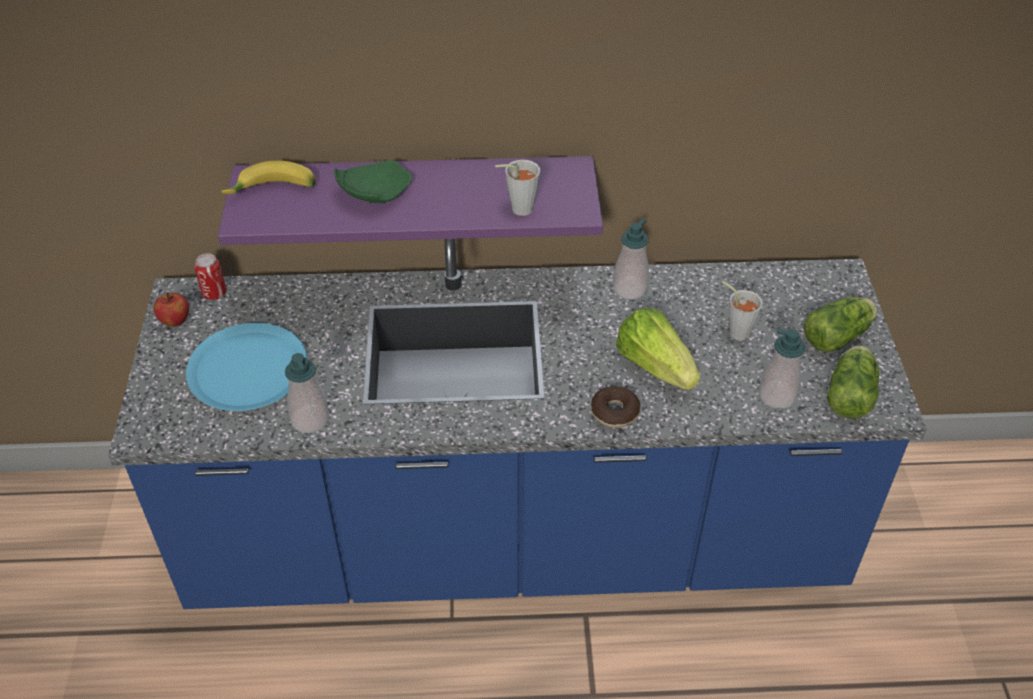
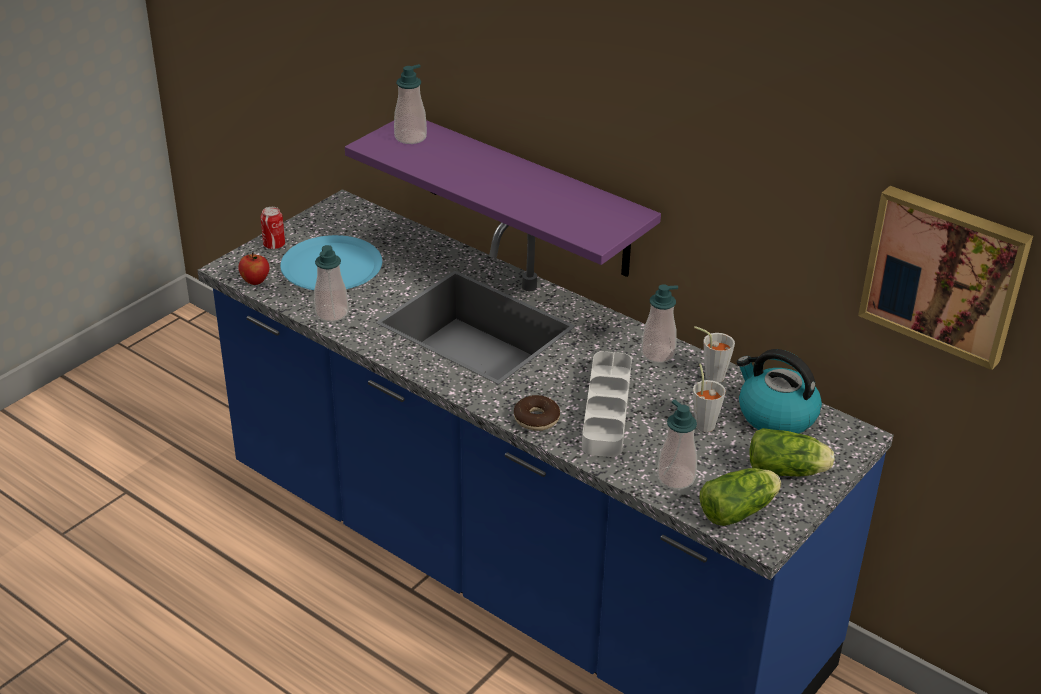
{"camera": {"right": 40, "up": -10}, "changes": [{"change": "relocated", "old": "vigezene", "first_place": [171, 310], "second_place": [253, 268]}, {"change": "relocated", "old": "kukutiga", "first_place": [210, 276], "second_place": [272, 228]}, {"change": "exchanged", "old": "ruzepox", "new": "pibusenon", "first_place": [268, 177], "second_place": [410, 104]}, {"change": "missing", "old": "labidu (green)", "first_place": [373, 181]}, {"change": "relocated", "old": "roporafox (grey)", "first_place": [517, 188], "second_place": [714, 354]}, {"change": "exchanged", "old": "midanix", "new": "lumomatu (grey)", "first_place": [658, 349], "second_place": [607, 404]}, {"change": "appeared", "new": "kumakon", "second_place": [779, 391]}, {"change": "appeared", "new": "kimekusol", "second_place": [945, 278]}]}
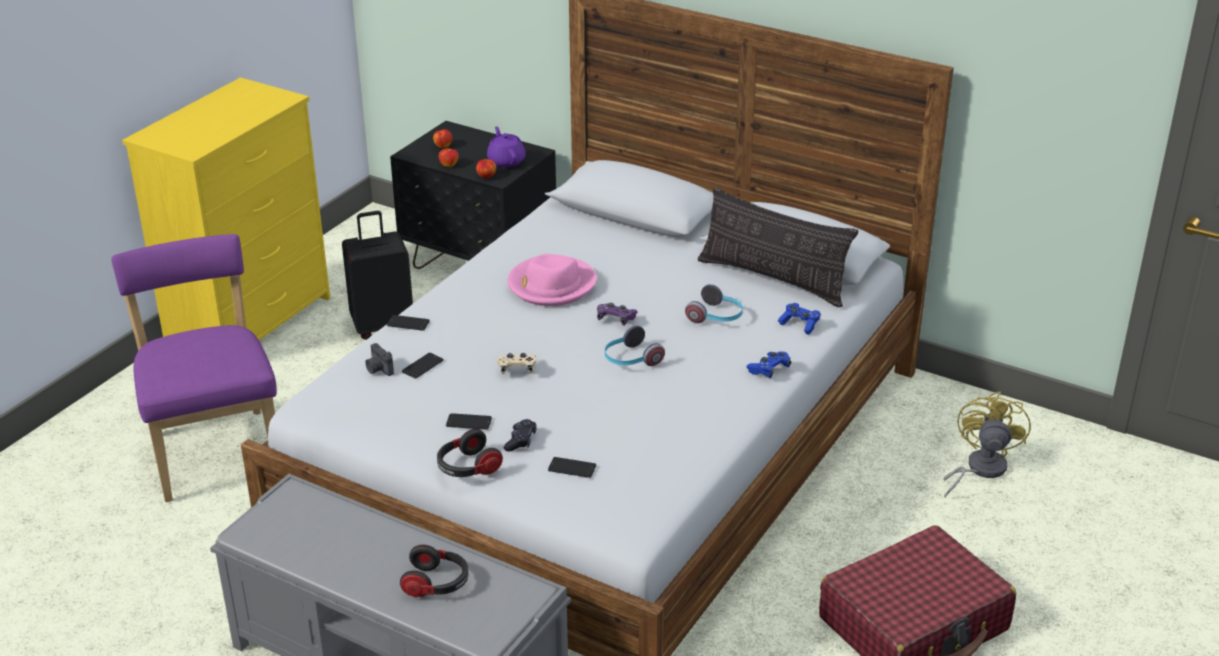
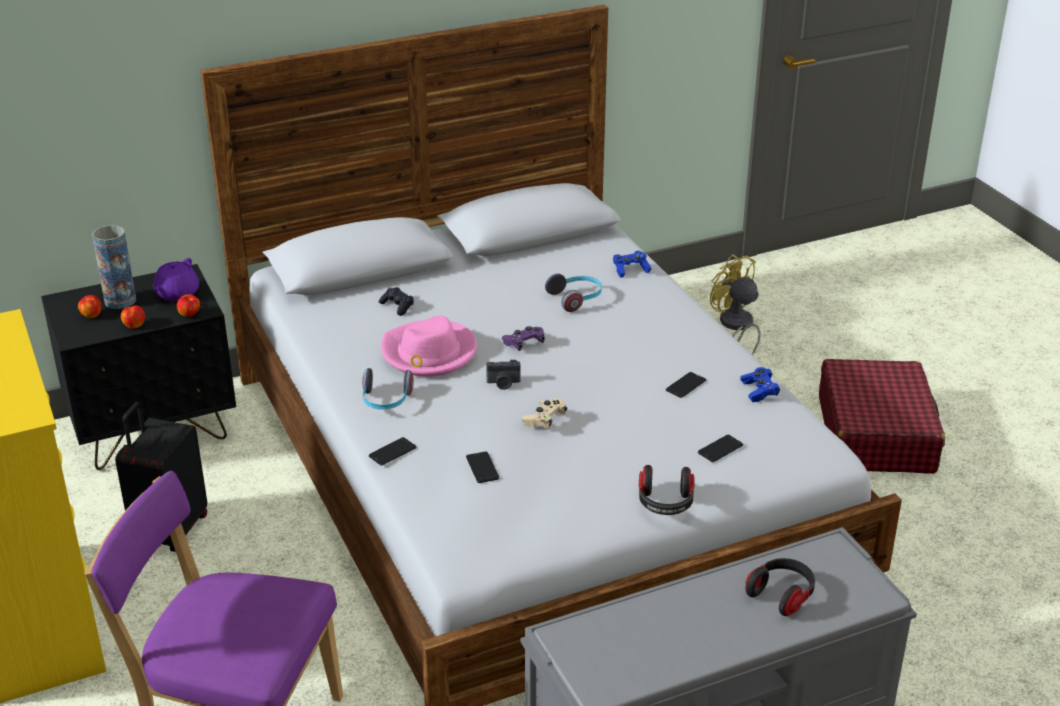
{"camera": {"right": -55, "up": 0}, "changes": [{"change": "relocated", "old": "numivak", "first_place": [379, 359], "second_place": [503, 375]}, {"change": "relocated", "old": "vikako", "first_place": [469, 421], "second_place": [686, 385]}, {"change": "spun", "old": "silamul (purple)", "first_place": [506, 146], "second_place": [176, 279], "degrees": -90}, {"change": "relocated", "old": "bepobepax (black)", "first_place": [520, 435], "second_place": [396, 301]}, {"change": "relocated", "old": "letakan", "first_place": [635, 345], "second_place": [388, 389]}, {"change": "missing", "old": "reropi", "first_place": [778, 247]}, {"change": "relocated", "old": "bepobepax (blue)", "first_place": [769, 365], "second_place": [760, 384]}, {"change": "appeared", "new": "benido", "second_place": [114, 267]}]}
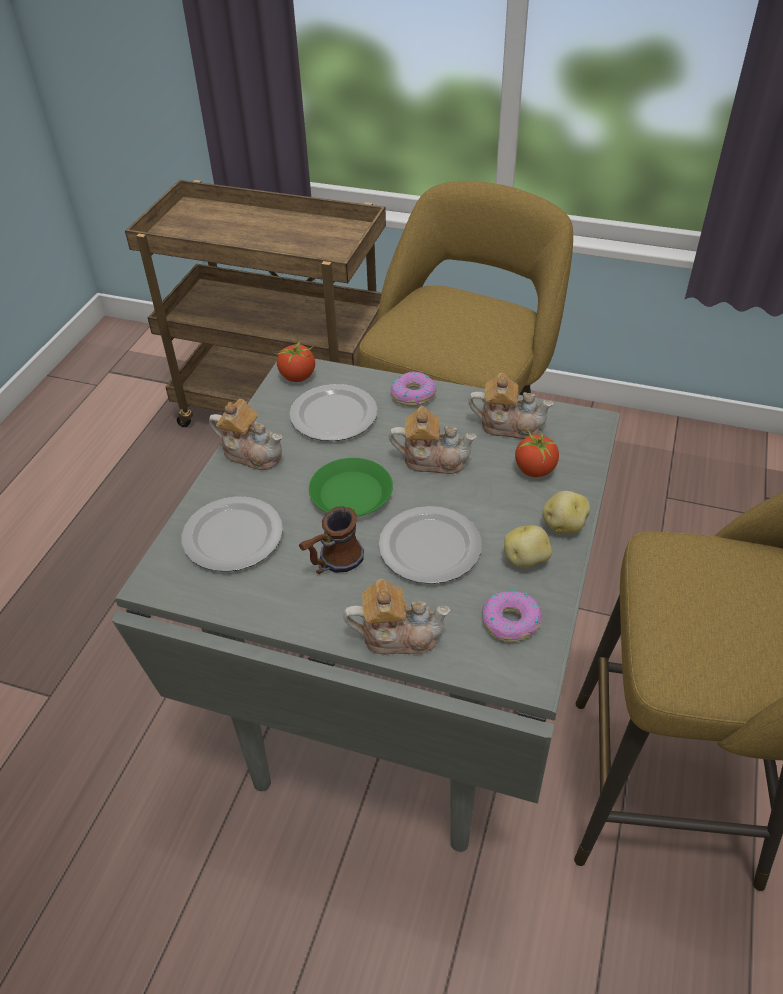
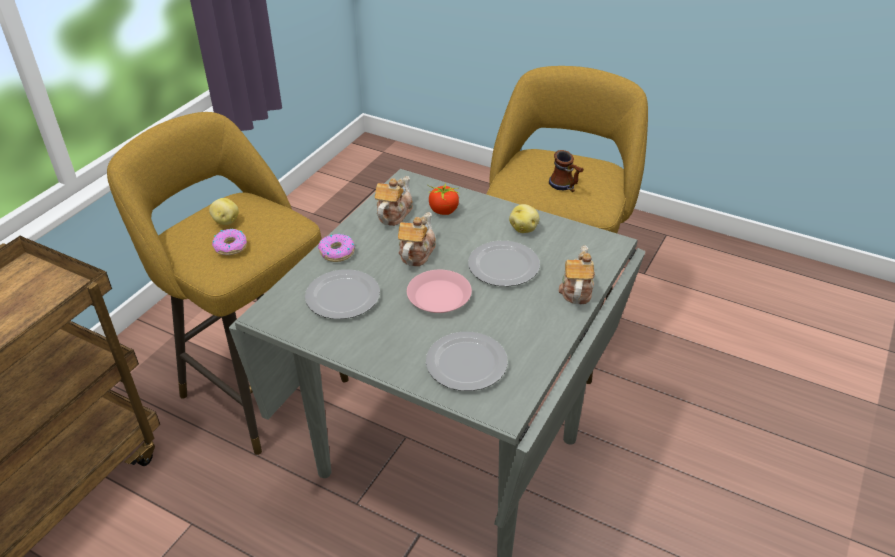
{"camera": {"right": -80, "up": -5}, "changes": [{"change": "missing", "old": "silamul", "first_place": [245, 434]}, {"change": "missing", "old": "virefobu", "first_place": [296, 361]}, {"change": "relocated", "old": "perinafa", "first_place": [331, 540], "second_place": [566, 171]}, {"change": "colour", "old": "labidu (green)", "new": "labidu (pink)", "first_place": [351, 487], "second_place": [439, 291]}, {"change": "relocated", "old": "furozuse", "first_place": [512, 616], "second_place": [229, 242]}, {"change": "relocated", "old": "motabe", "first_place": [566, 512], "second_place": [224, 211]}]}
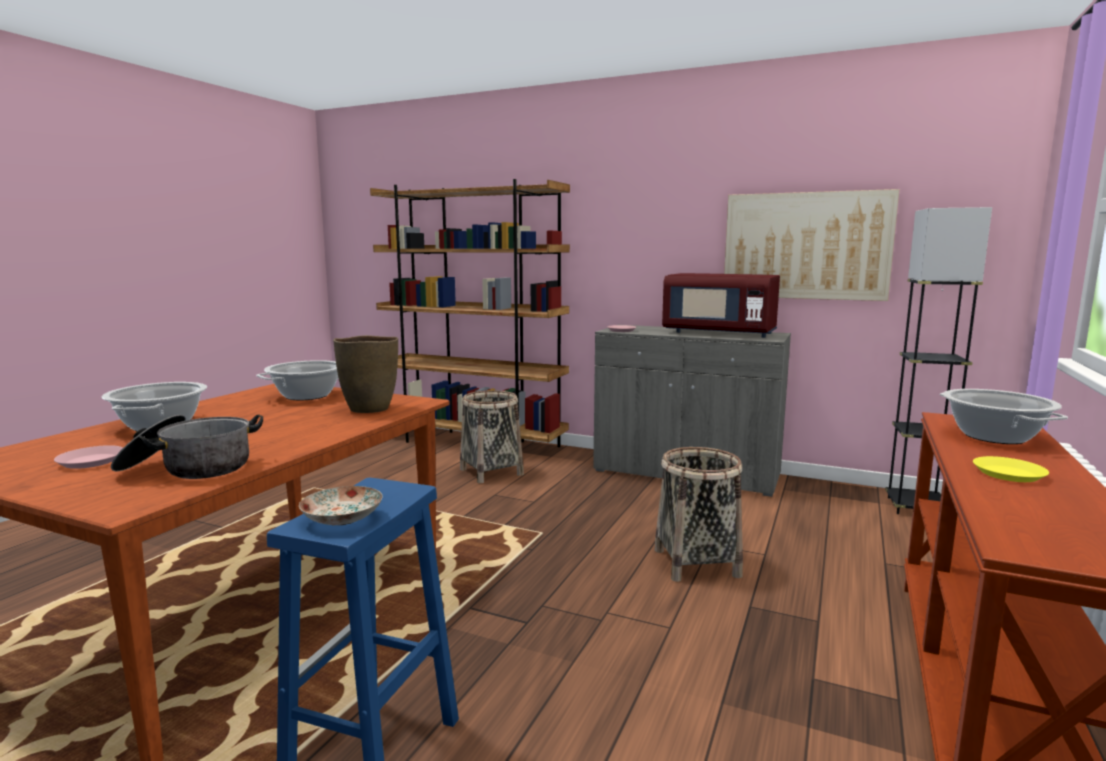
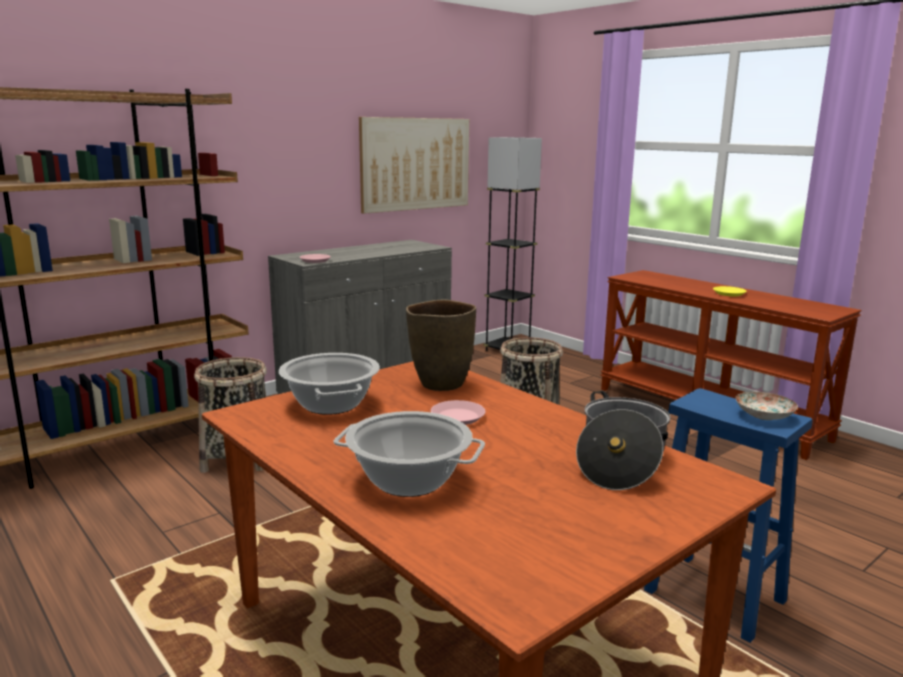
{"camera": {"right": -65, "up": 5}, "changes": [{"change": "relocated", "old": "labidu (pink)", "first_place": [88, 457], "second_place": [458, 412]}, {"change": "missing", "old": "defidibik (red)", "first_place": [721, 305]}, {"change": "missing", "old": "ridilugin", "first_place": [1004, 416]}]}
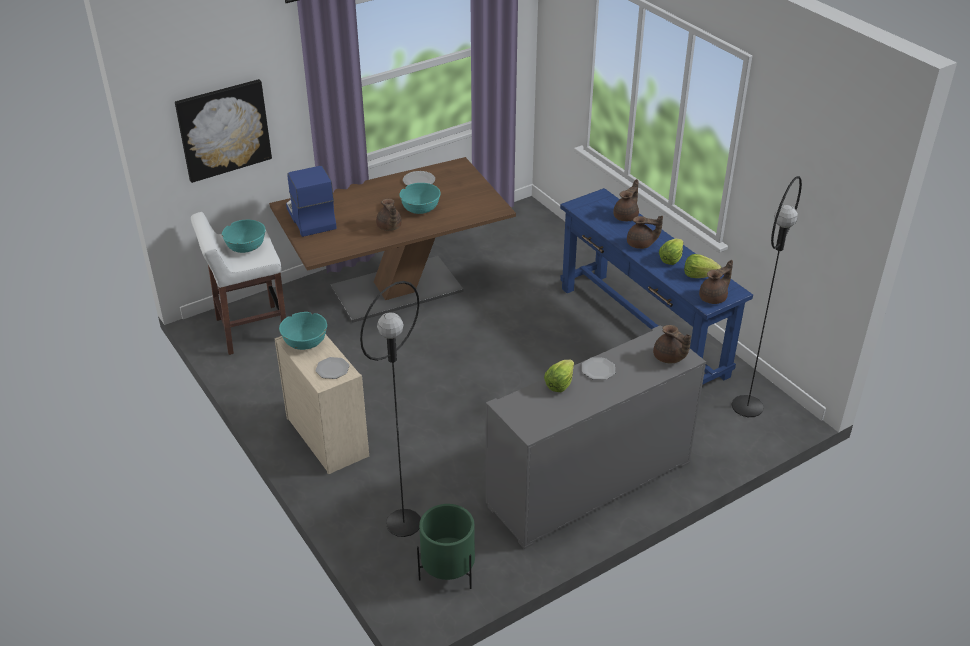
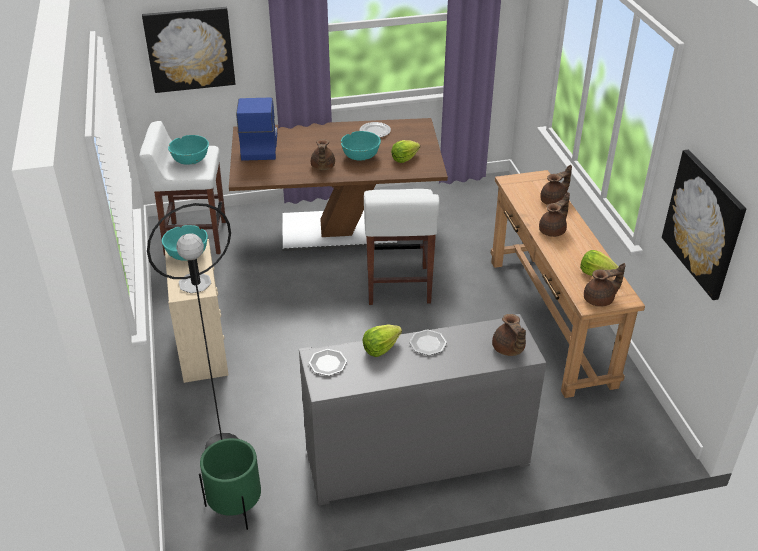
{"camera": {"right": 20, "up": 0}, "changes": [{"change": "colour", "old": "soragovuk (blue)", "new": "soragovuk (brown)", "first_place": [656, 286], "second_place": [568, 284]}, {"change": "spun", "old": "silamul (brown)", "first_place": [645, 232], "second_place": [554, 214], "degrees": -75}, {"change": "relocated", "old": "midanix", "first_place": [671, 252], "second_place": [405, 151]}, {"change": "missing", "old": "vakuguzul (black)", "first_place": [766, 296]}, {"change": "appeared", "new": "labidu", "second_place": [328, 362]}, {"change": "appeared", "new": "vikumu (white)", "second_place": [402, 247]}, {"change": "appeared", "new": "kimekusol", "second_place": [704, 225]}]}
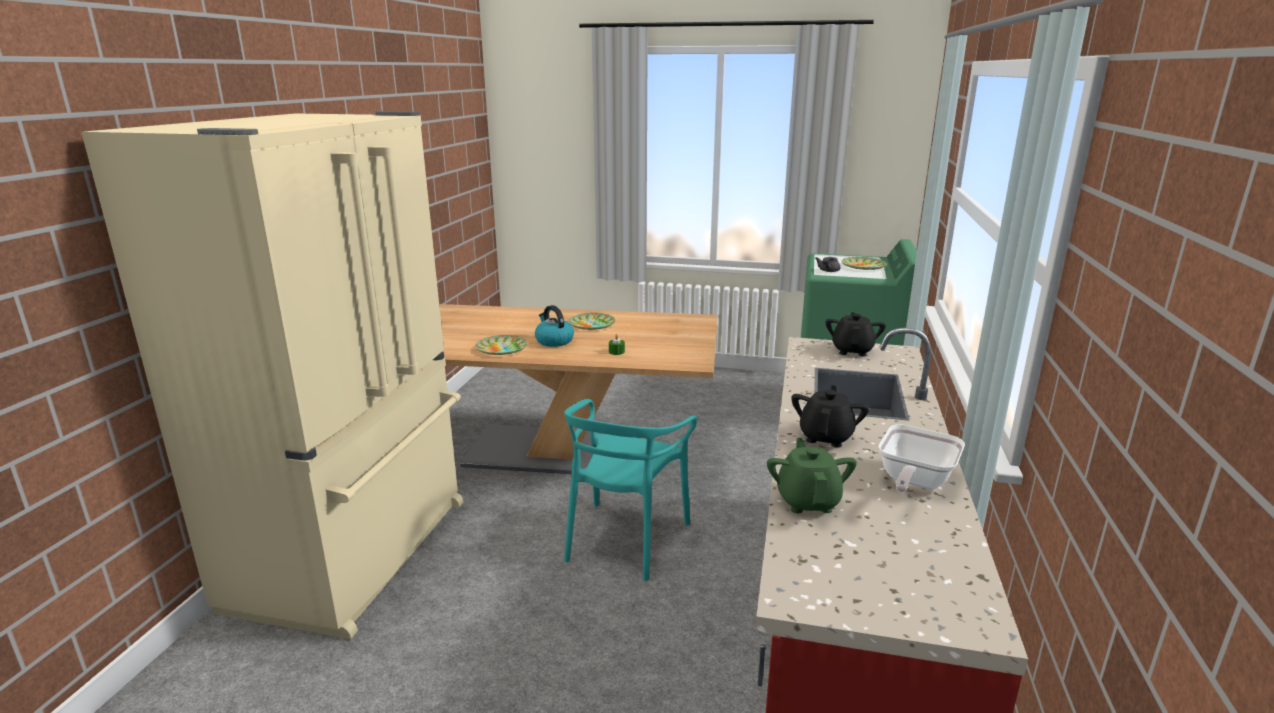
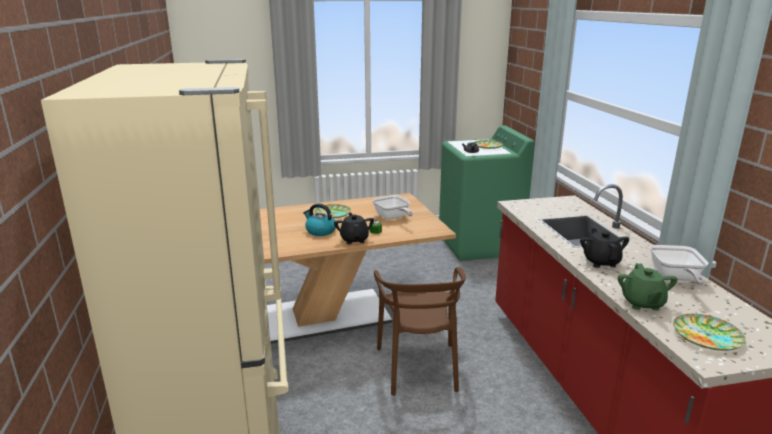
{"camera": {"right": -25, "up": 0}, "changes": [{"change": "relocated", "old": "labidu", "first_place": [502, 345], "second_place": [709, 332]}, {"change": "colour", "old": "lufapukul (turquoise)", "new": "lufapukul (brown)", "first_place": [630, 490], "second_place": [420, 331]}, {"change": "spun", "old": "silamul (green)", "first_place": [812, 475], "second_place": [647, 287], "degrees": -150}, {"change": "relocated", "old": "silamul (black)", "first_place": [856, 334], "second_place": [354, 228]}, {"change": "appeared", "new": "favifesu", "second_place": [392, 207]}]}
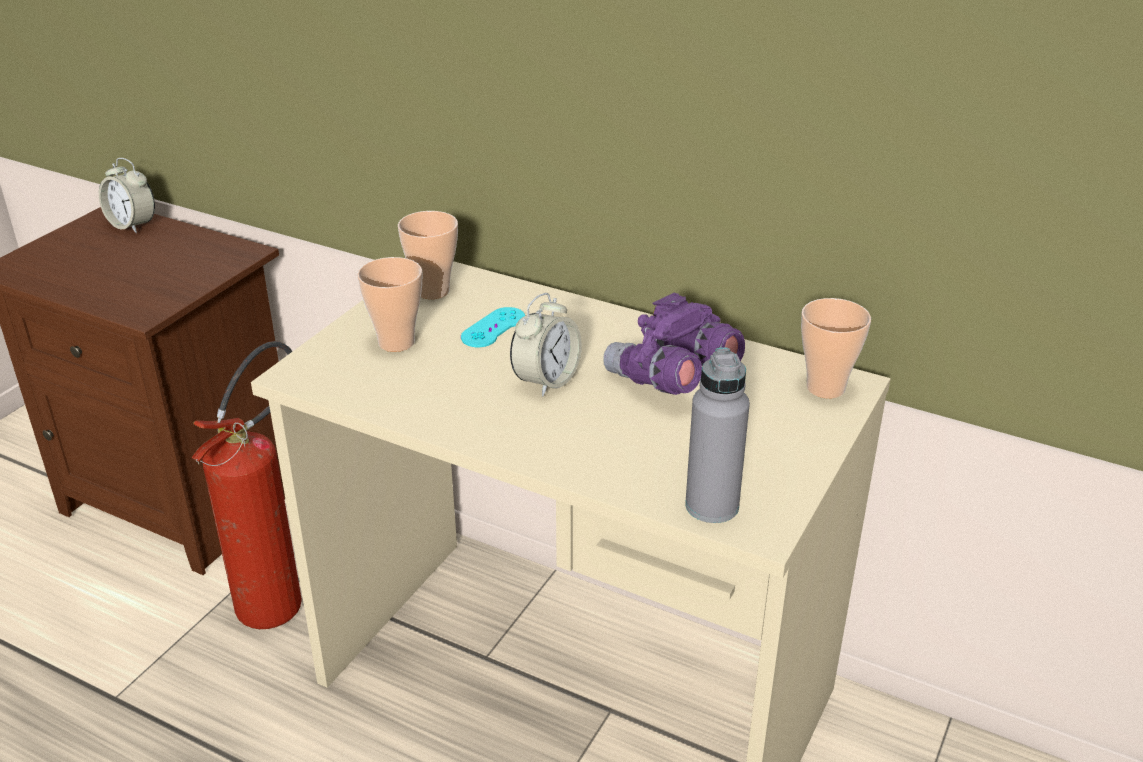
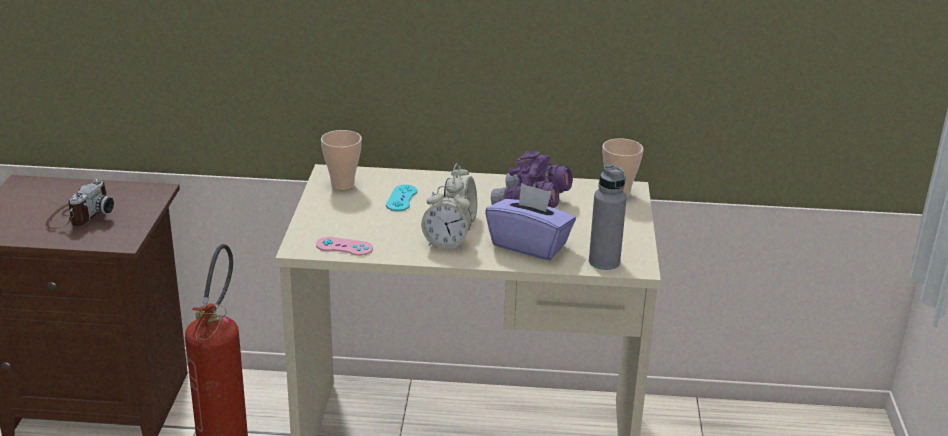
{"camera": {"right": -25, "up": -5}, "changes": [{"change": "relocated", "old": "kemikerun", "first_place": [127, 195], "second_place": [446, 217]}, {"change": "missing", "old": "roporafox", "first_place": [389, 304]}, {"change": "appeared", "new": "numivak", "second_place": [80, 204]}, {"change": "appeared", "new": "bepobepax (pink)", "second_place": [344, 246]}, {"change": "appeared", "new": "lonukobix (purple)", "second_place": [530, 221]}]}
